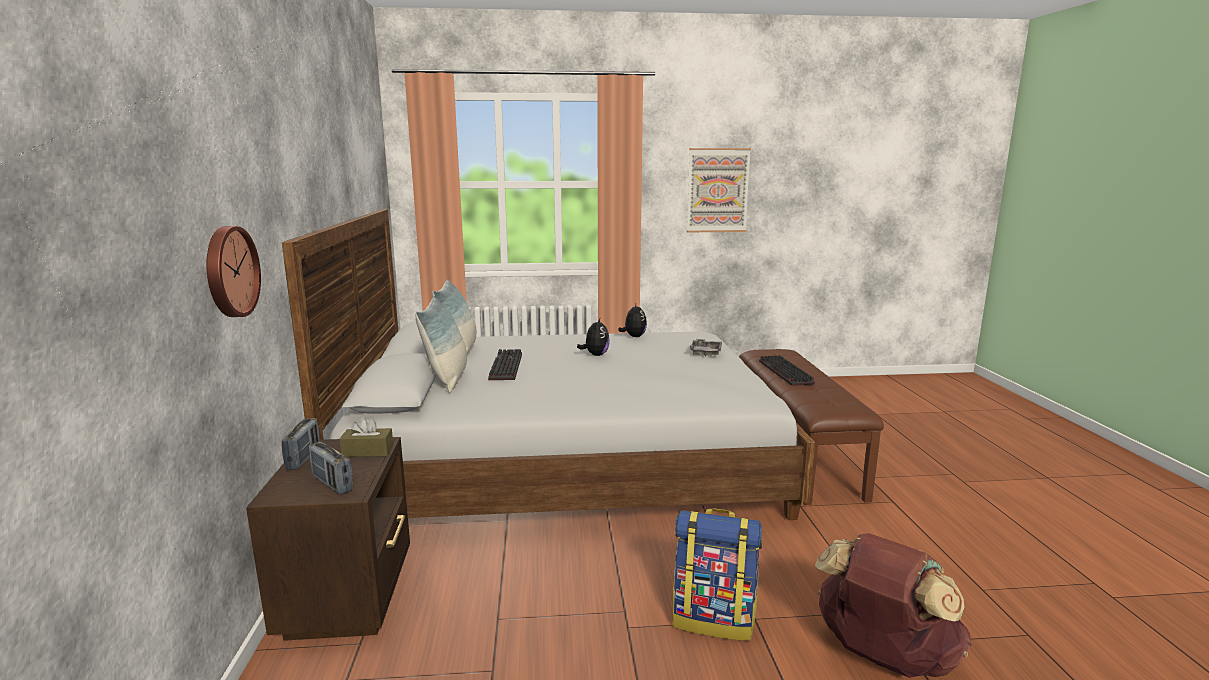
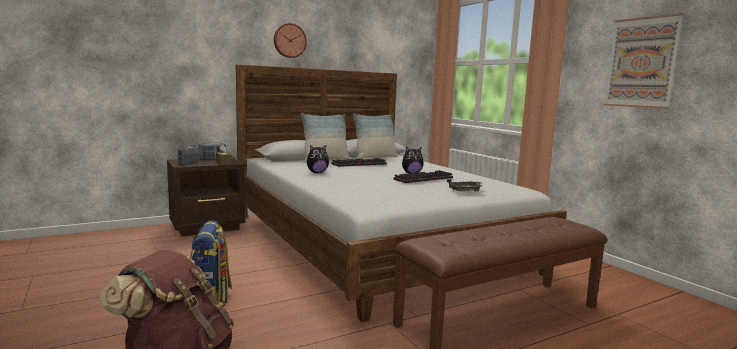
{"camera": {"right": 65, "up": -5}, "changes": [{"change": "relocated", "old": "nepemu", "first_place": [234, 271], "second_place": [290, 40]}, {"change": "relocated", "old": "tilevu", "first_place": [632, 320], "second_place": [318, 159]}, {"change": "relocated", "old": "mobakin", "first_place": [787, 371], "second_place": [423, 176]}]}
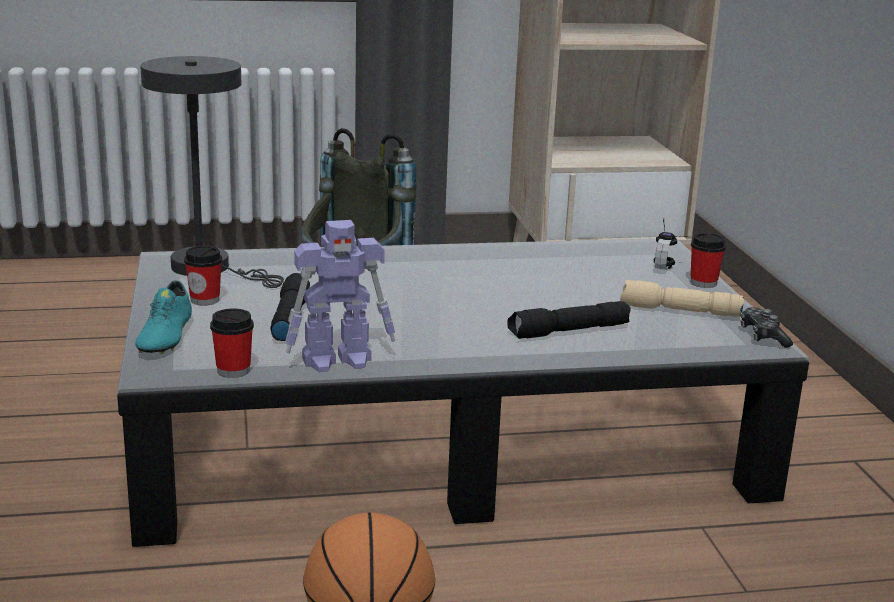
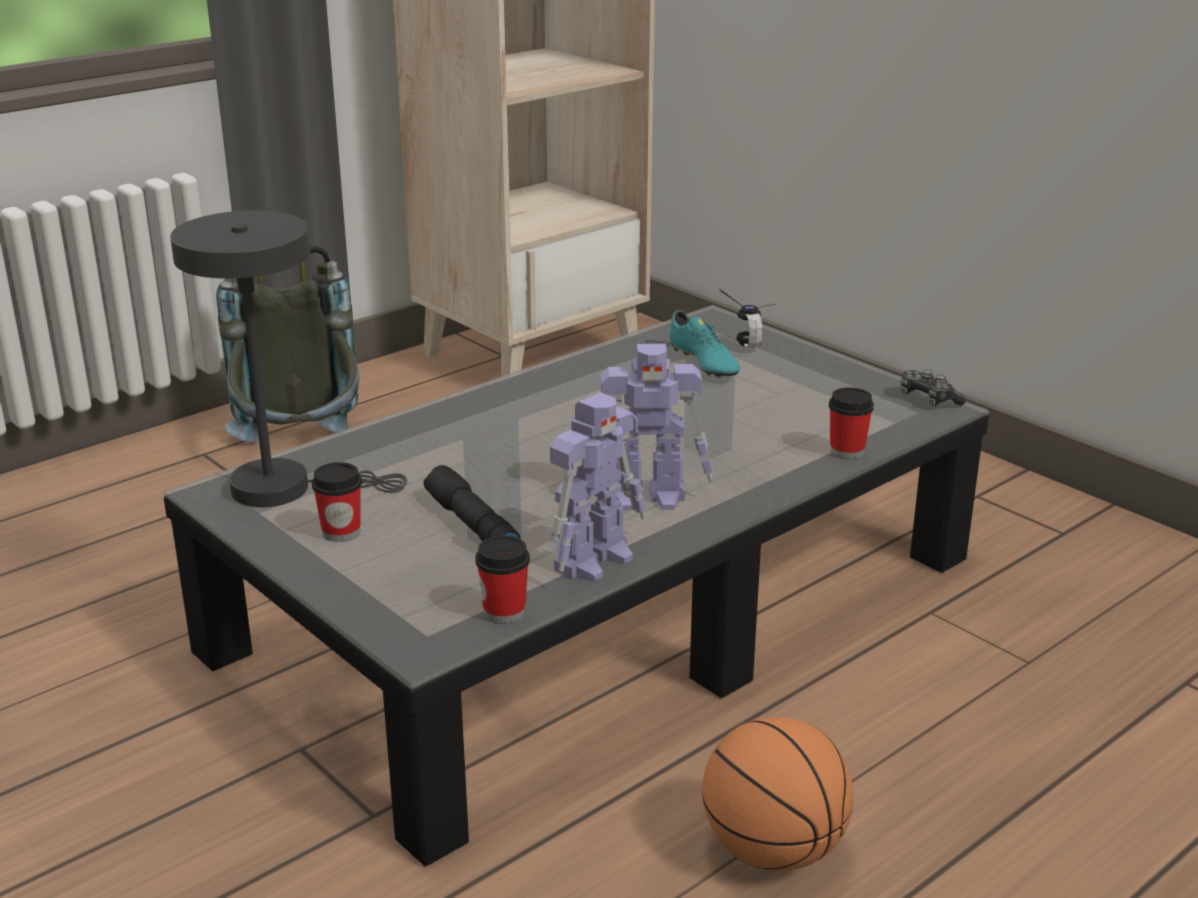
{"camera": {"right": -30, "up": 5}, "changes": [{"change": "relocated", "old": "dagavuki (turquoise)", "first_place": [163, 317], "second_place": [705, 344]}, {"change": "missing", "old": "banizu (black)", "first_place": [569, 320]}, {"change": "missing", "old": "banizu (beige)", "first_place": [682, 298]}, {"change": "relocated", "old": "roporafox", "first_place": [708, 260], "second_place": [851, 423]}, {"change": "appeared", "new": "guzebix", "second_place": [657, 427]}]}
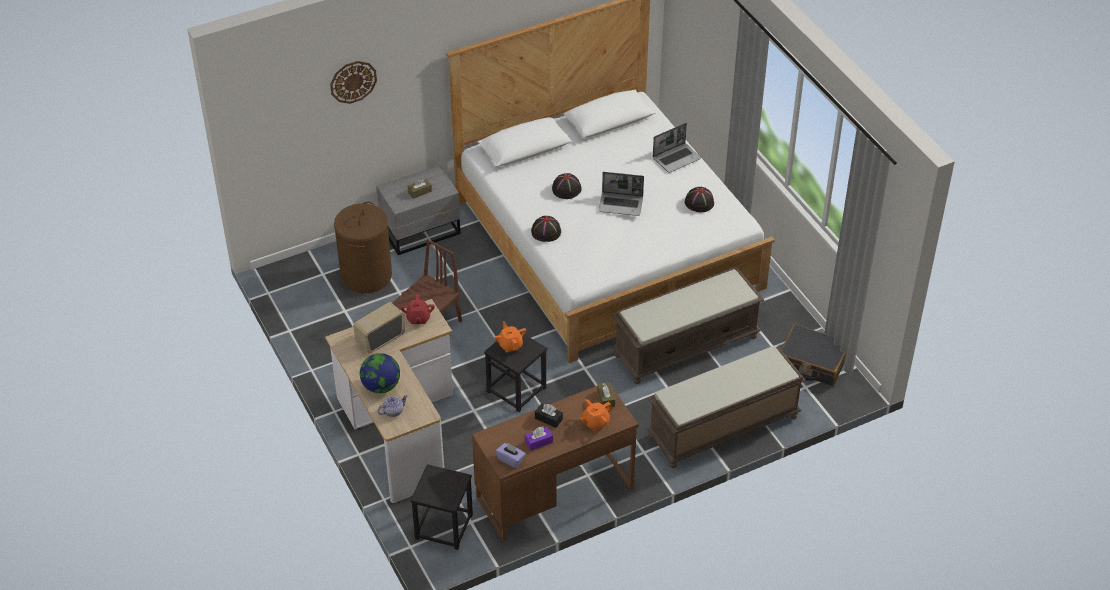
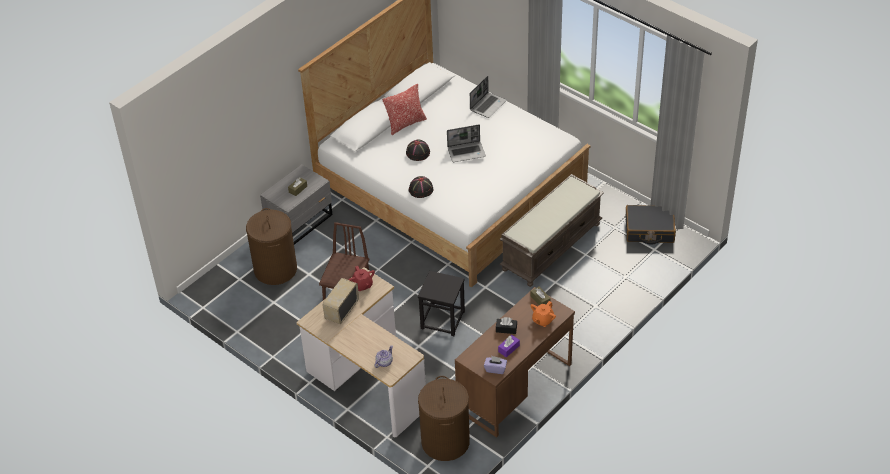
{"camera": {"right": -20, "up": 0}, "changes": [{"change": "missing", "old": "nepemu", "first_place": [353, 82]}, {"change": "missing", "old": "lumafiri", "first_place": [380, 373]}, {"change": "exchanged", "old": "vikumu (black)", "new": "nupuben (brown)", "first_place": [441, 507], "second_place": [444, 418]}, {"change": "missing", "old": "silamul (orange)", "first_place": [510, 336]}, {"change": "missing", "old": "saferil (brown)", "first_place": [726, 407]}, {"change": "missing", "old": "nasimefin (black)", "first_place": [699, 199]}, {"change": "appeared", "new": "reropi", "second_place": [405, 109]}]}
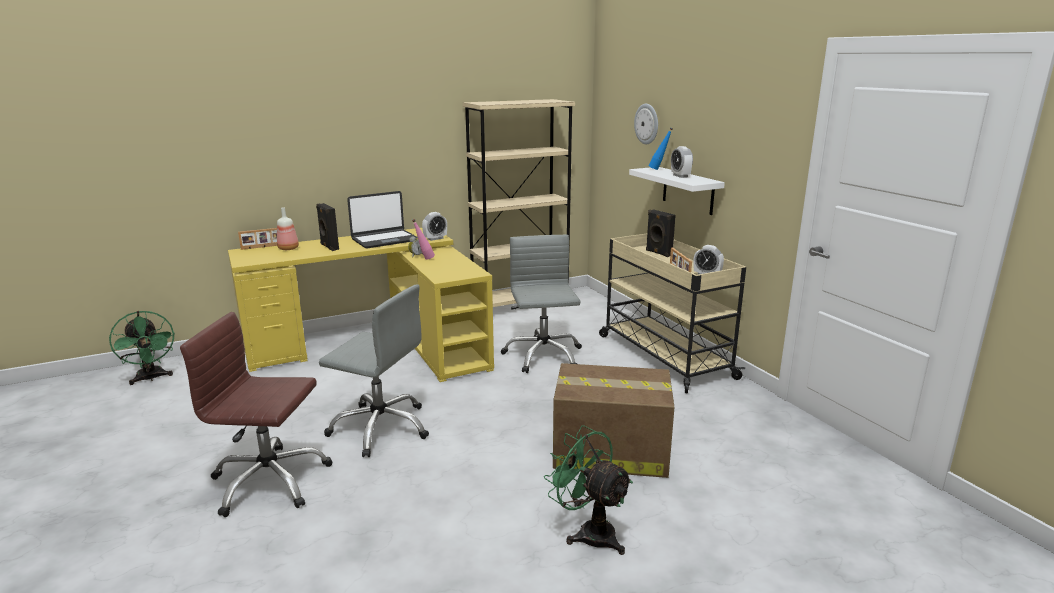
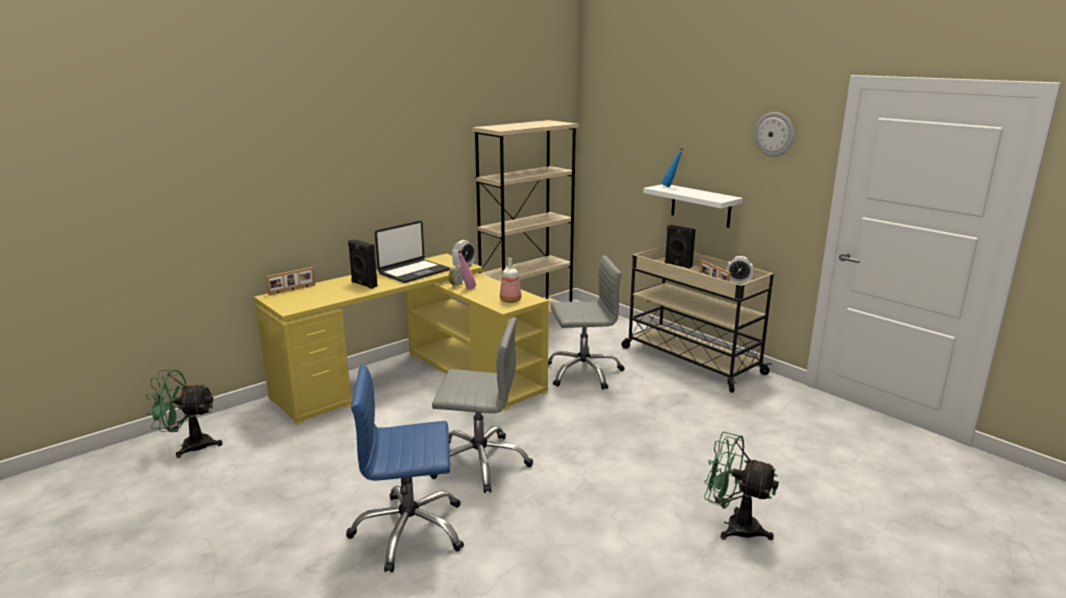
{"camera": {"right": -15, "up": 0}, "changes": [{"change": "spun", "old": "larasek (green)", "first_place": [142, 348], "second_place": [184, 414], "degrees": 135}, {"change": "colour", "old": "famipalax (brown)", "new": "famipalax (blue)", "first_place": [256, 414], "second_place": [405, 468]}, {"change": "relocated", "old": "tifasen", "first_place": [288, 228], "second_place": [510, 280]}, {"change": "spun", "old": "famipalax (grey)", "first_place": [541, 304], "second_place": [586, 322], "degrees": 105}, {"change": "missing", "old": "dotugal", "first_place": [614, 420]}, {"change": "relocated", "old": "nepemu", "first_place": [646, 124], "second_place": [774, 134]}, {"change": "missing", "old": "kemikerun", "first_place": [682, 162]}]}
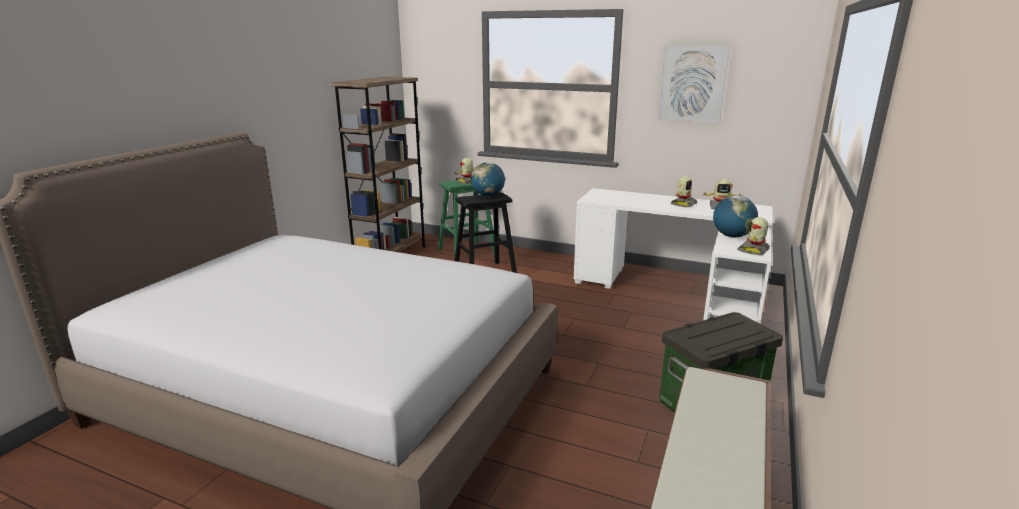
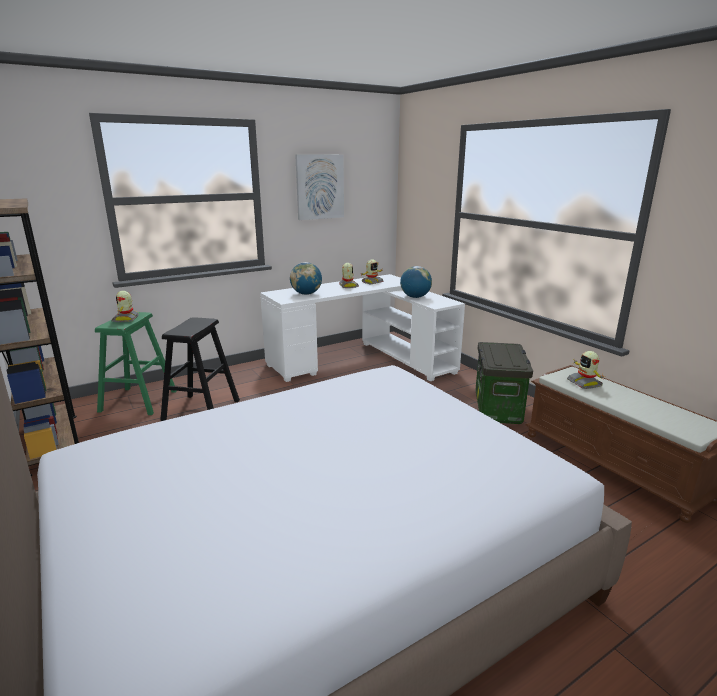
{"camera": {"right": -55, "up": 0}, "changes": [{"change": "relocated", "old": "lumafiri", "first_place": [488, 179], "second_place": [306, 278]}, {"change": "relocated", "old": "guzebix", "first_place": [753, 236], "second_place": [586, 370]}]}
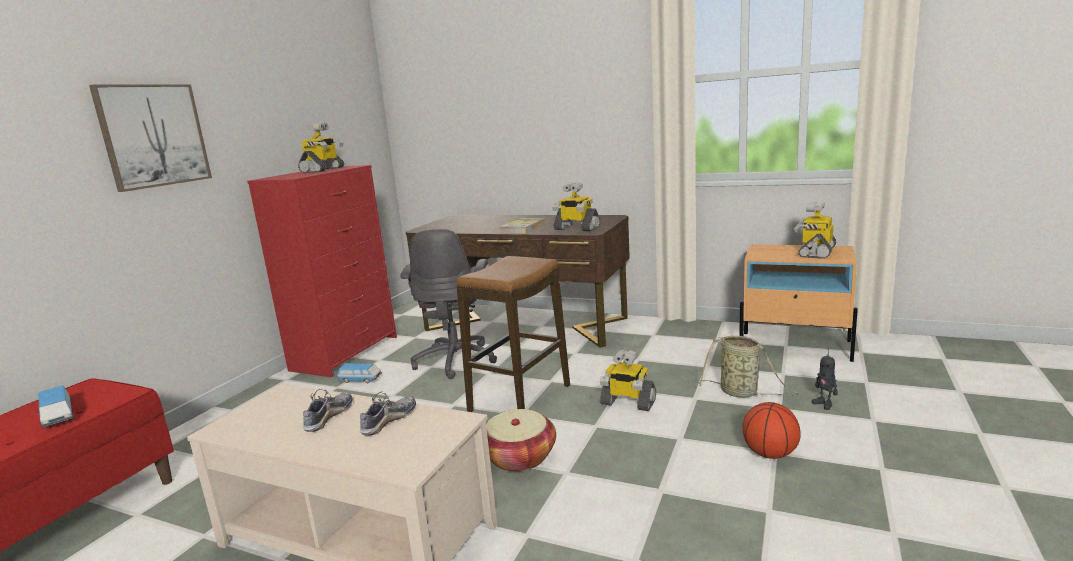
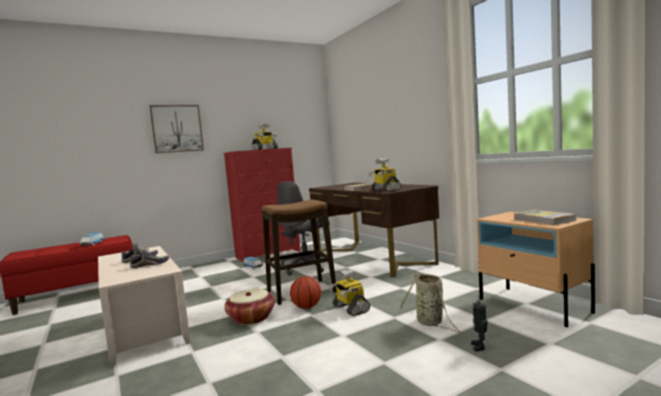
{"camera": {"right": 35, "up": -10}, "changes": [{"change": "relocated", "old": "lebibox", "first_place": [771, 430], "second_place": [305, 292]}, {"change": "exchanged", "old": "guzebix", "new": "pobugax", "first_place": [815, 230], "second_place": [545, 217]}]}
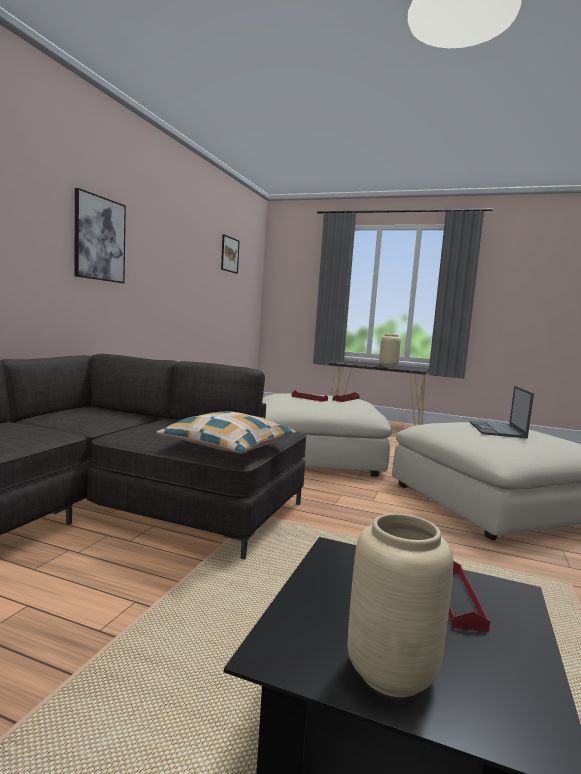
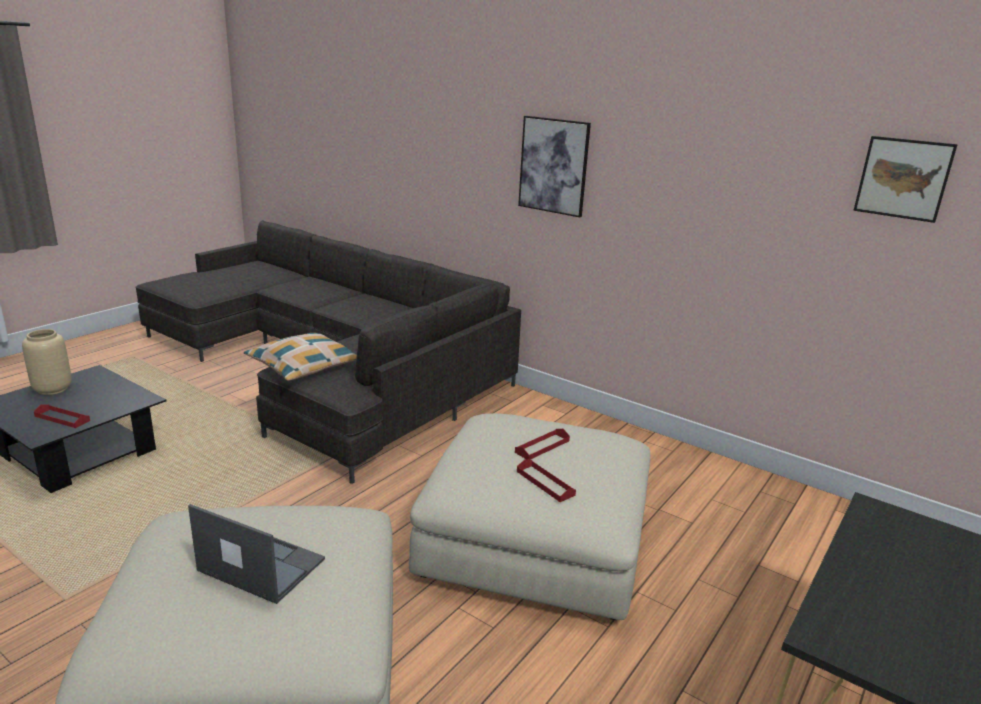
{"camera": {"right": 105, "up": 15}, "changes": [{"change": "missing", "old": "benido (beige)", "first_place": [390, 350]}]}
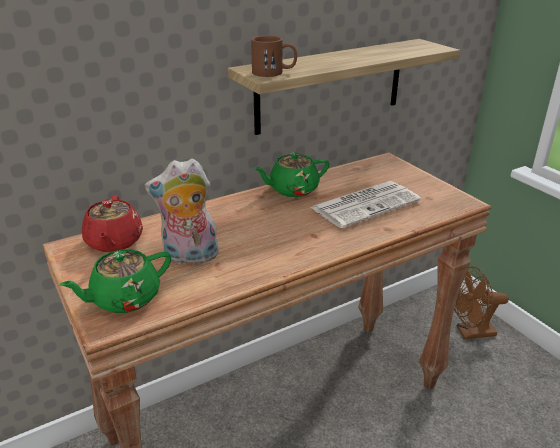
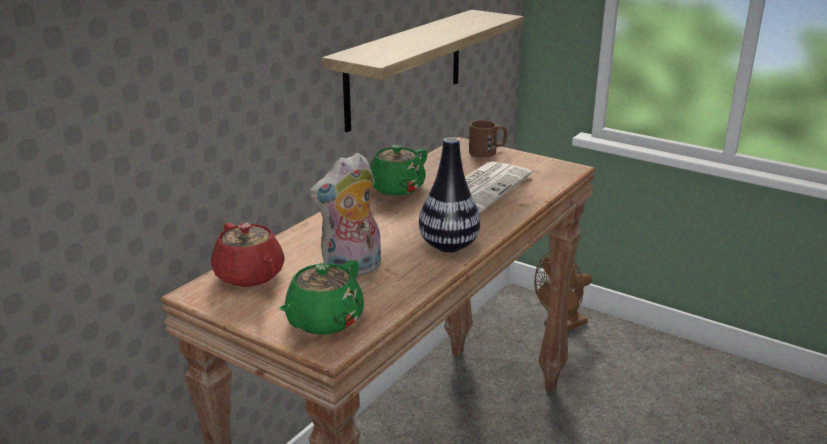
{"camera": {"right": -25, "up": -5}, "changes": [{"change": "relocated", "old": "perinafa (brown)", "first_place": [274, 56], "second_place": [488, 138]}, {"change": "appeared", "new": "benido", "second_place": [450, 194]}]}
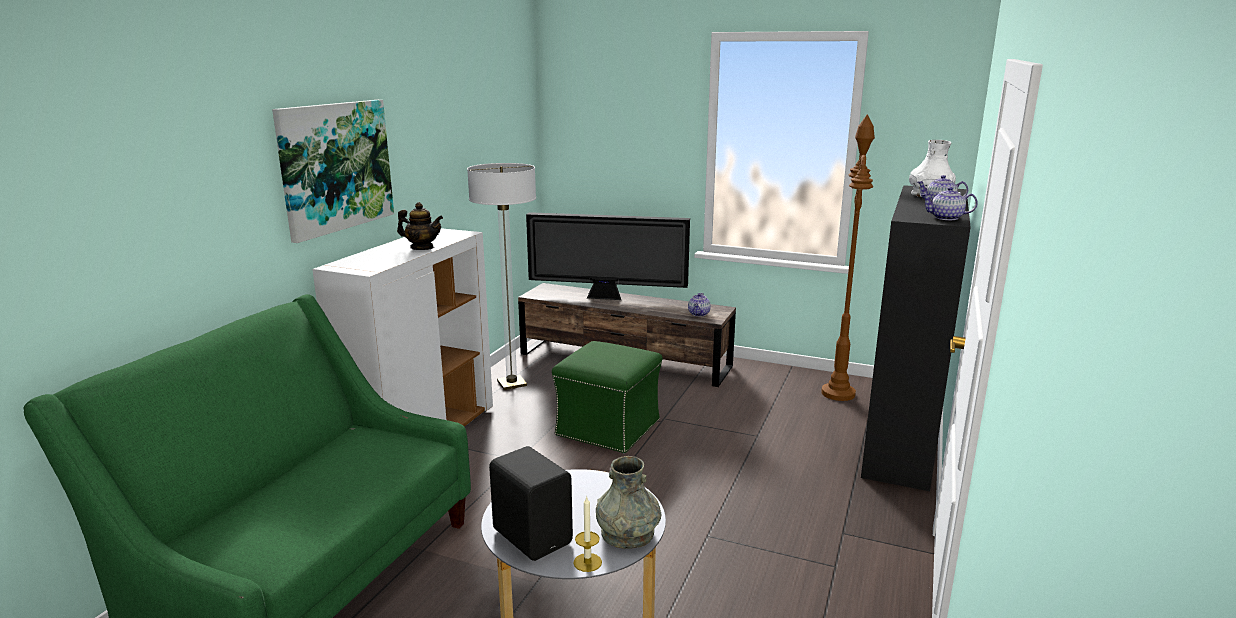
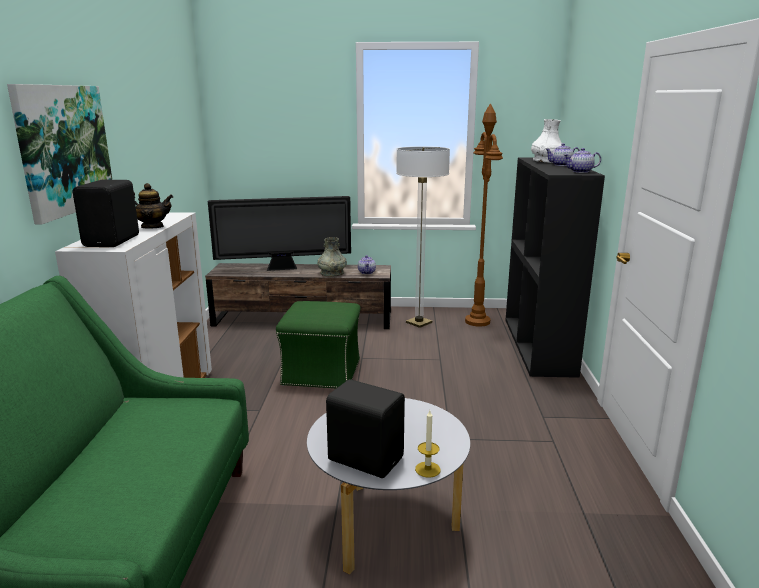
{"camera": {"right": -20, "up": 0}, "changes": [{"change": "relocated", "old": "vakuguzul", "first_place": [501, 276], "second_place": [423, 237]}, {"change": "relocated", "old": "benido (grey)", "first_place": [628, 502], "second_place": [332, 257]}, {"change": "appeared", "new": "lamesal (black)", "second_place": [106, 213]}]}
